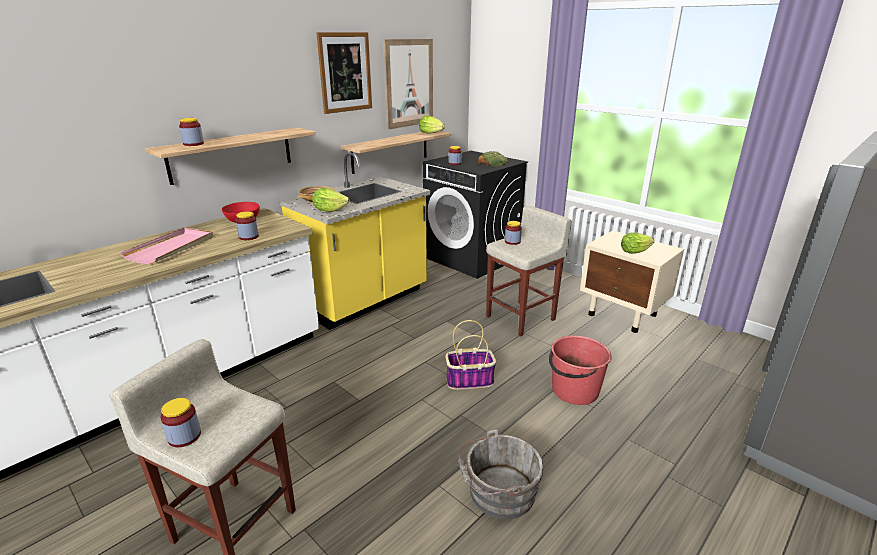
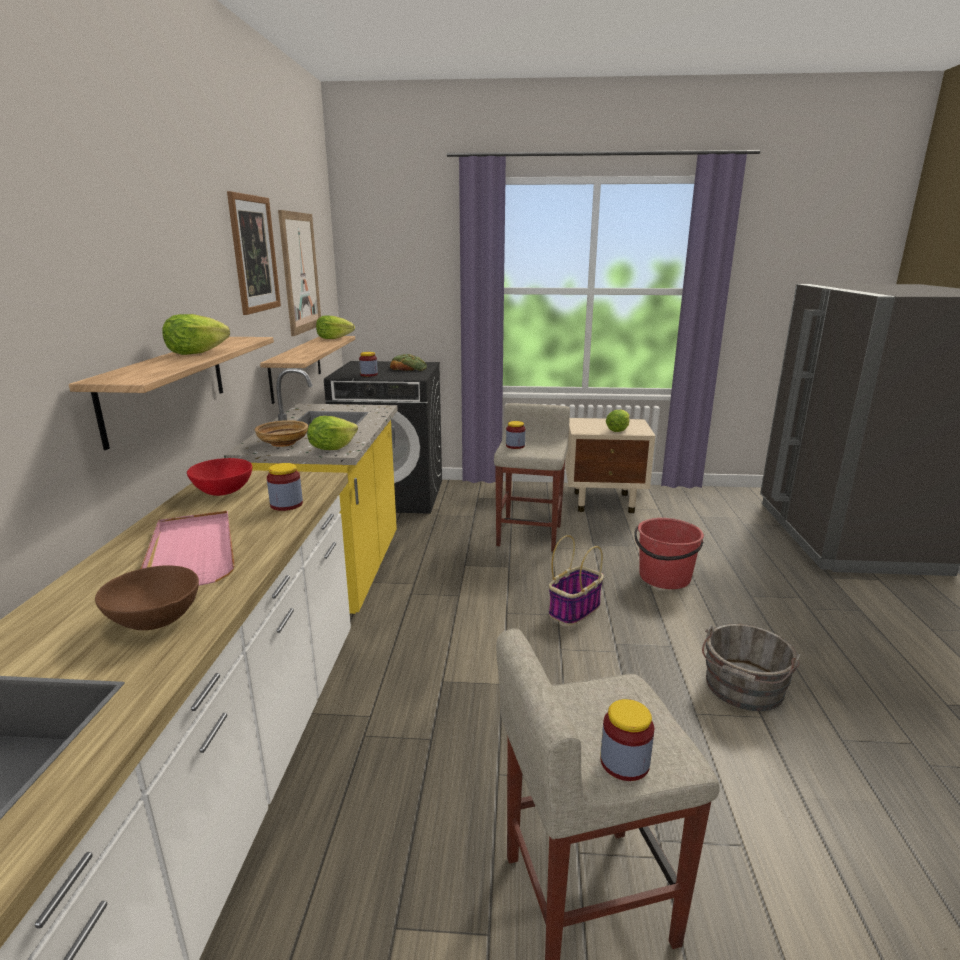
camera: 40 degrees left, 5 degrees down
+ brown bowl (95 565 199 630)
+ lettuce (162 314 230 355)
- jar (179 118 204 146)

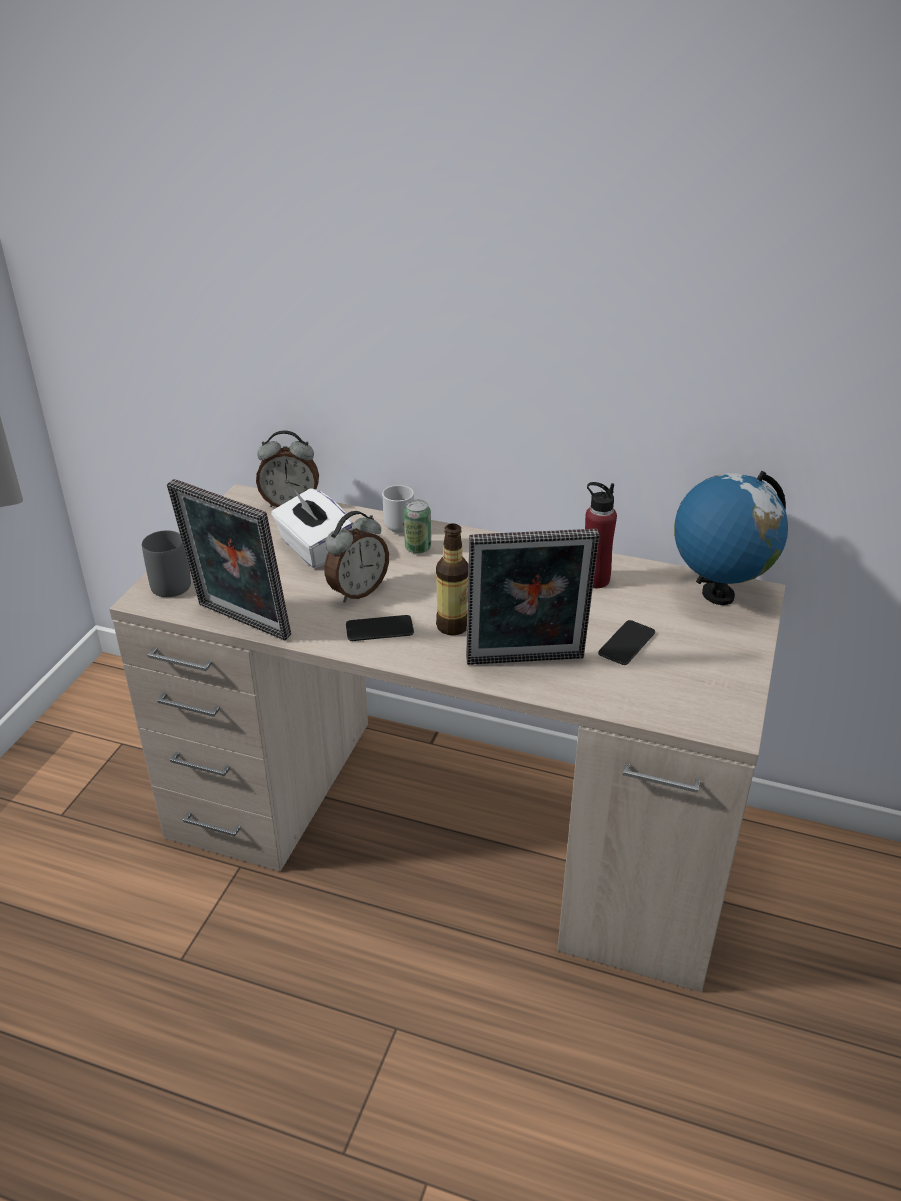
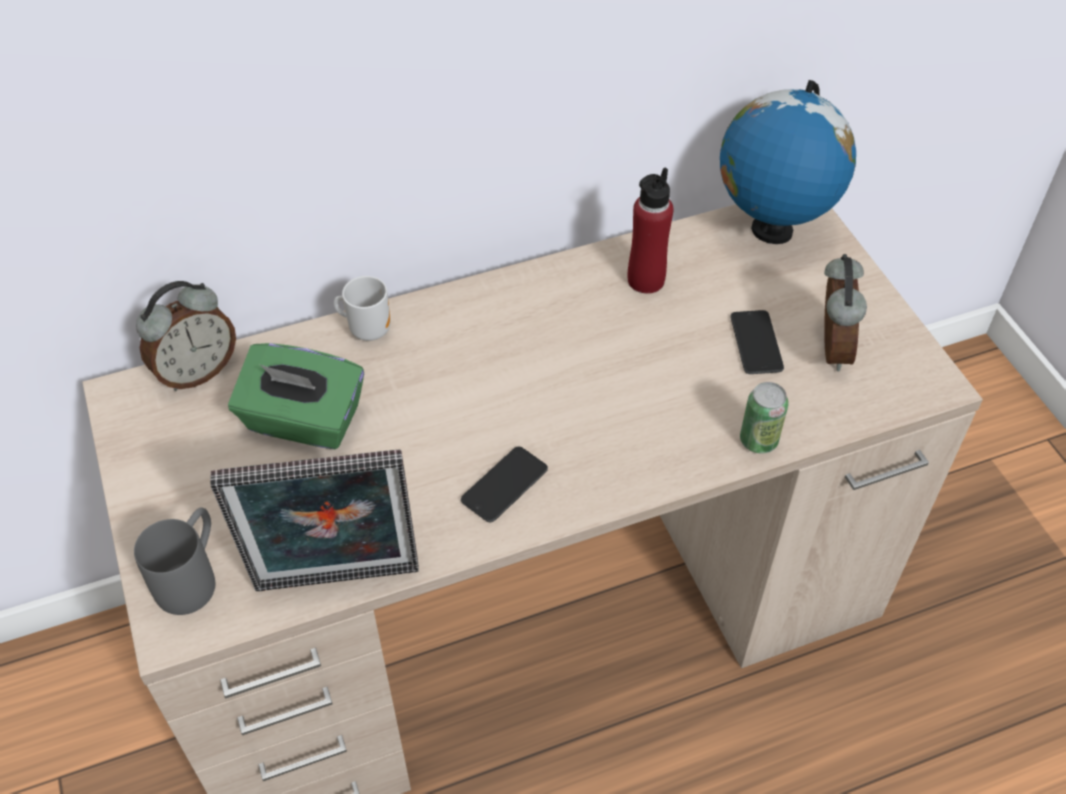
camera: 40 degrees left, 15 degrees up
~ white tissue box (271 488 353 568) to green tissue box (228 343 364 449)
~ can (404 500 431 554) to (740 382 789 454)
~ alarm clock (324 511 389 603) to (824 254 867 371)
- bottle (436 523 468 635)
- picture frame (466 529 599 665)

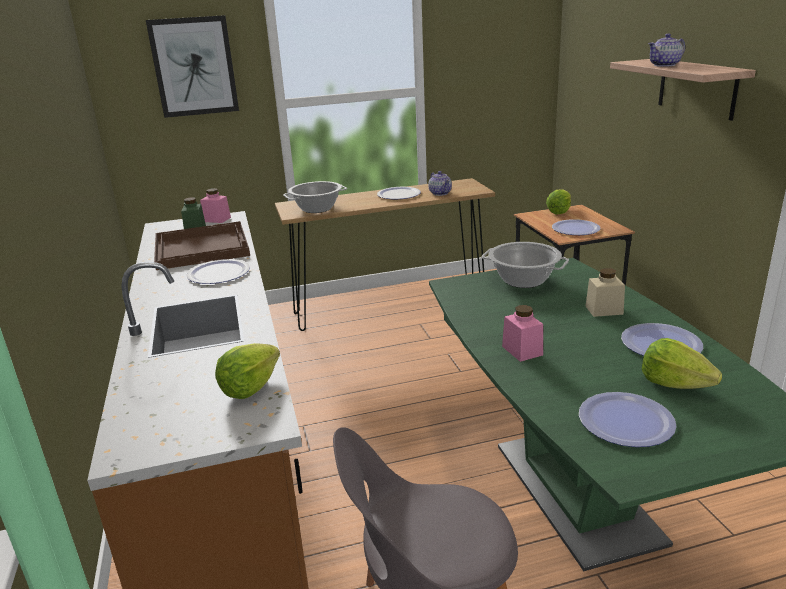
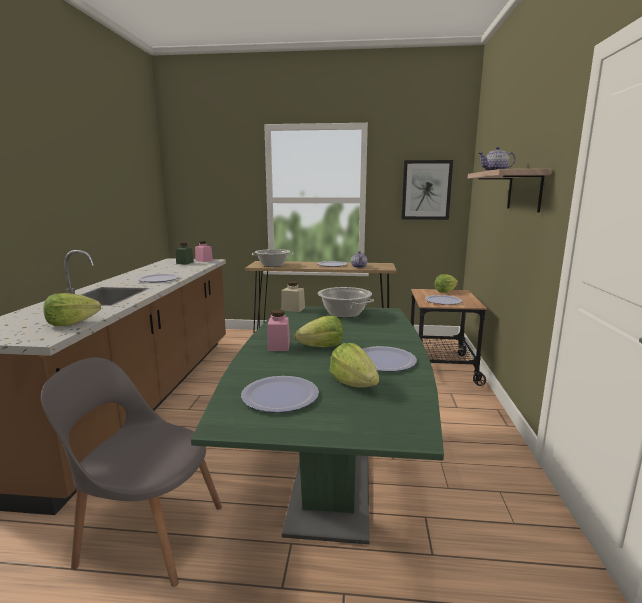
camera: 20 degrees right, 10 degrees down
~ beige jar (586 268 625 317) to (281 281 305 312)
+ lettuce (294 316 343 347)
~ picture (146 15 239 118) to (401 160 453 220)
- brown tray (154 221 250 270)

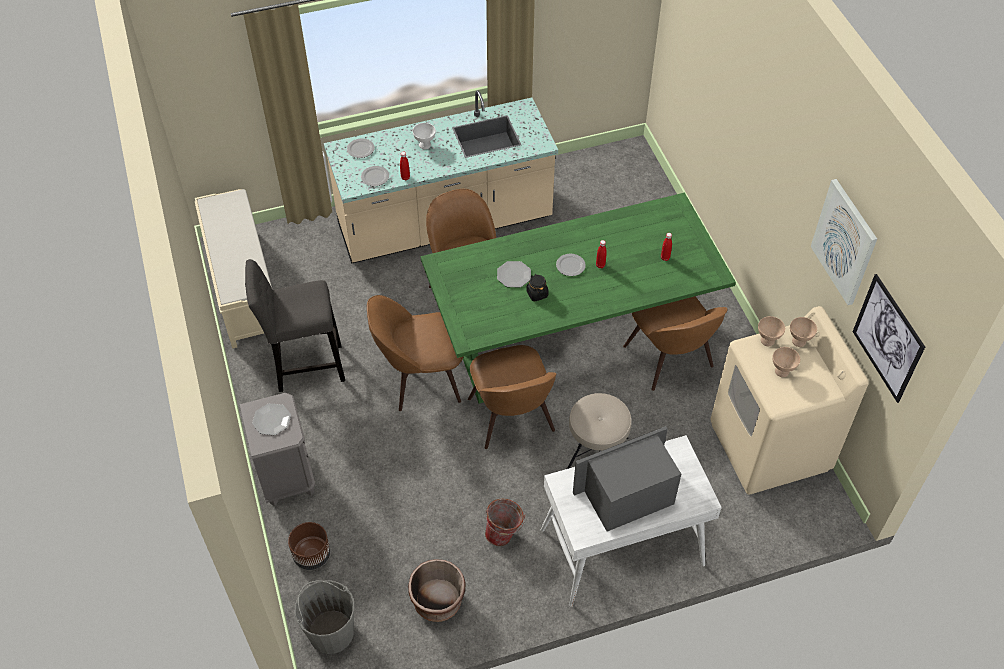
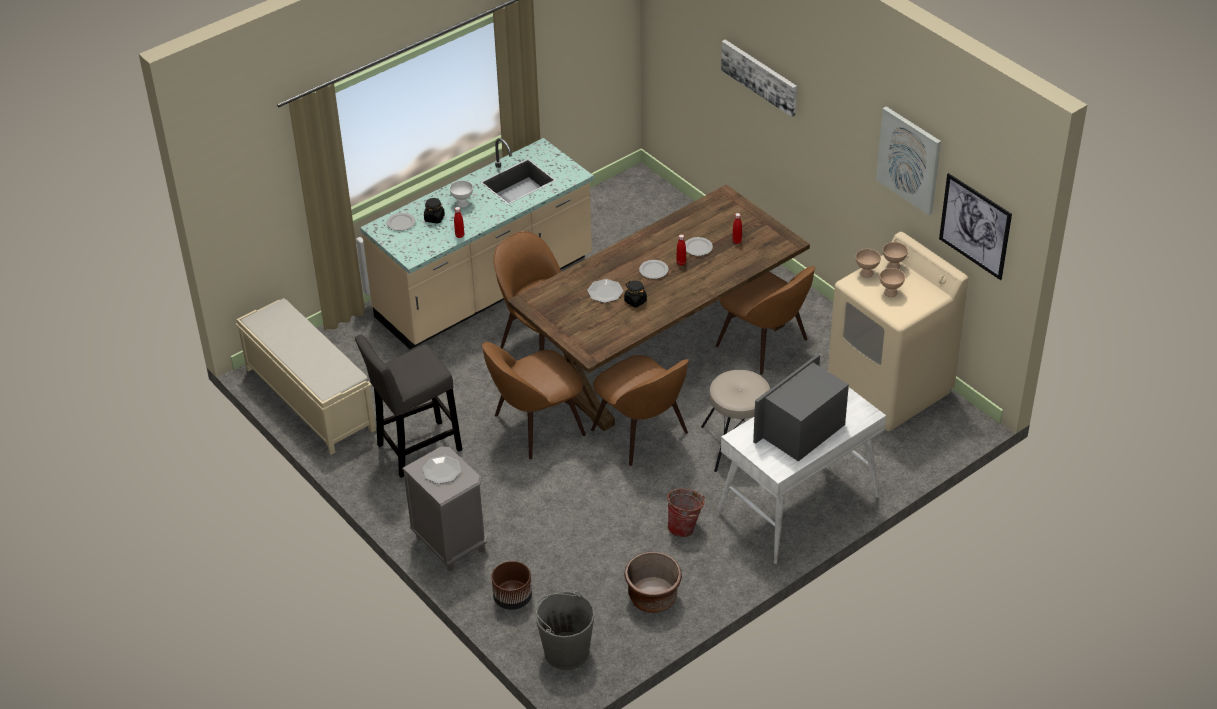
camera: 20 degrees left, 10 degrees down
+ black jar (424 198 445 223)
~ green dining table (421 193 736 404) to brown dining table (508 184 810 431)
~ plate (361 166 389 186) to (685 237 713 256)
+ picture (721 40 797 117)

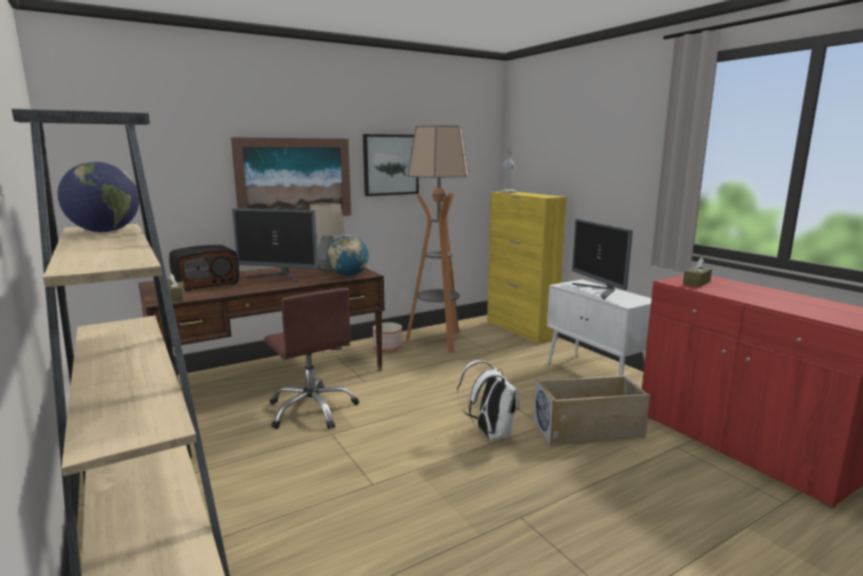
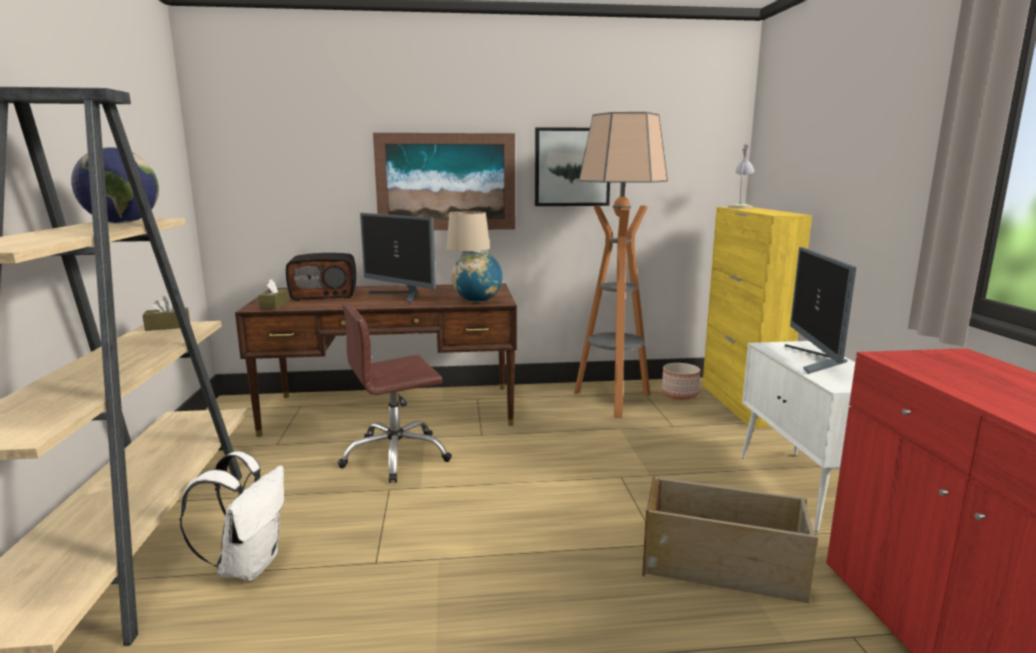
camera: 25 degrees right, 0 degrees up
~ brown tissue box (683 257 712 287) to (143 296 190 331)
~ white backpack (457 360 519 440) to (179 451 284 581)
~ brown office chair (264 288 359 429) = (338 302 452 483) 75 degrees clockwise
~ planter (373 322 402 352) to (662 363 700 399)

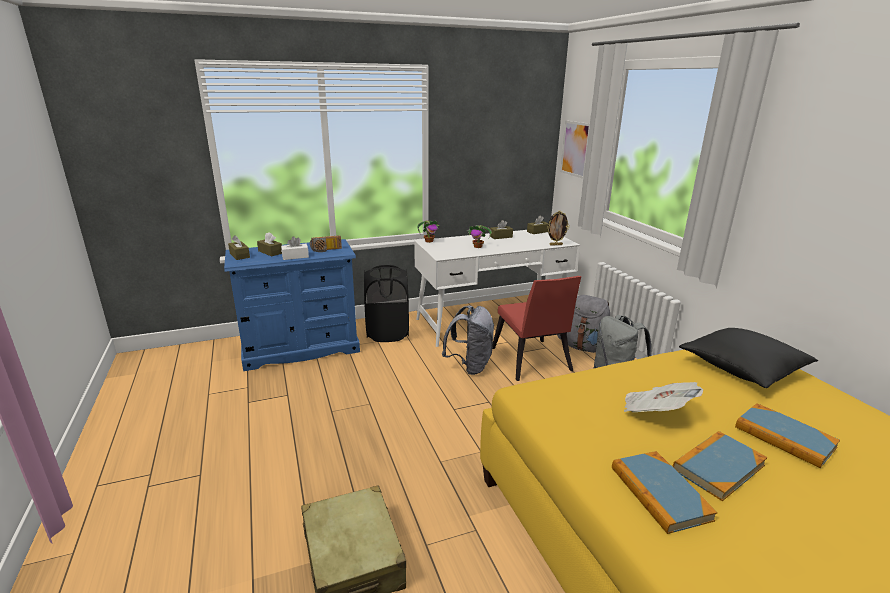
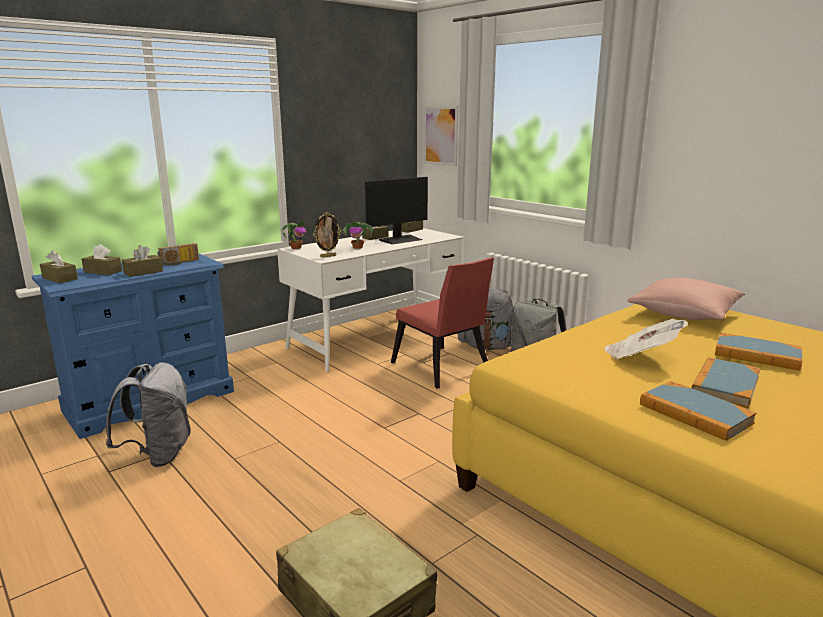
camera: 20 degrees left, 5 degrees down
~ grey backpack (442 305 495 375) to (106 362 191 467)
~ white tissue box (281 236 309 260) to brown tissue box (122 245 163 277)
~ picture frame (547 211 570 245) to (313 212 342 258)
+ monitor (365 177 428 244)
~ black pillow (679 328 818 388) to pink pillow (627 278 745 320)
- black laundry basket (364 265 409 342)

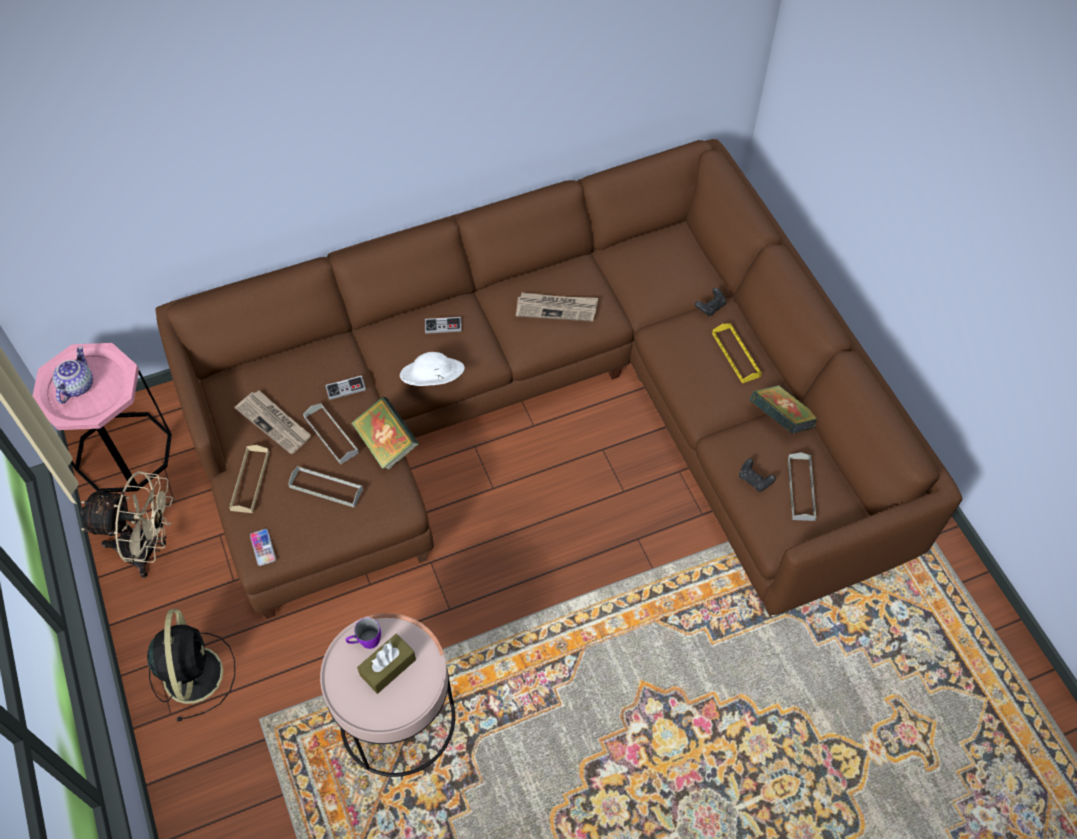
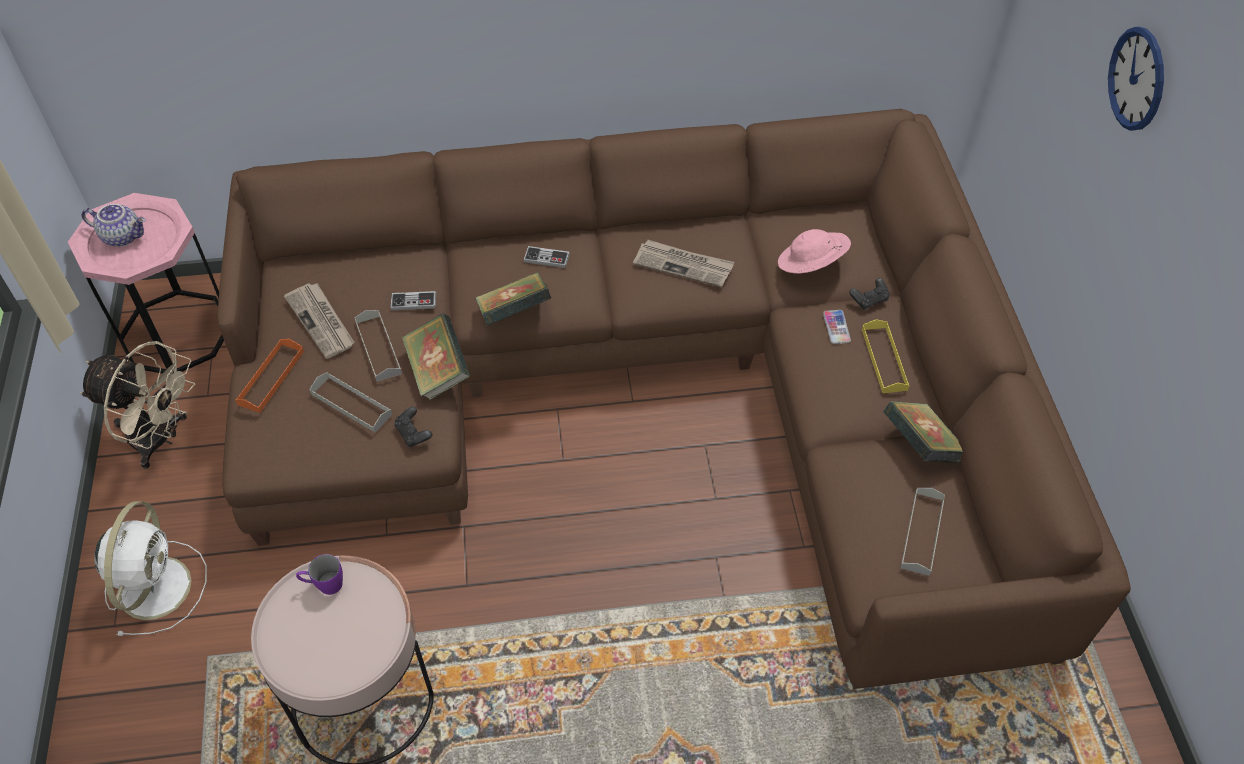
camera: 15 degrees right, 5 degrees down
~ teapot (53 346 93 403) = (82 204 146 247) 75 degrees clockwise
~ black fan (147 609 235 721) to white fan (95 501 207 636)
~ beige tray (229 445 269 513) to orange tray (235 339 304 413)
~ black game controller (739 459 776 492) to (394 407 432 447)
~ white hat (400 352 465 386) to book (475 272 551 326)
+ pink hat (778 229 851 274)
~ phone (250 529 276 566) to (823 310 851 344)
+ wall clock (1108 27 1164 131)
- brown tissue box (357 634 416 694)

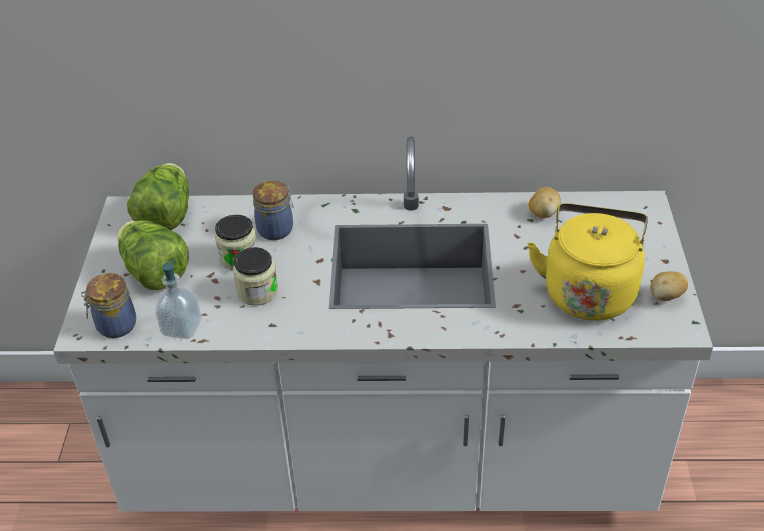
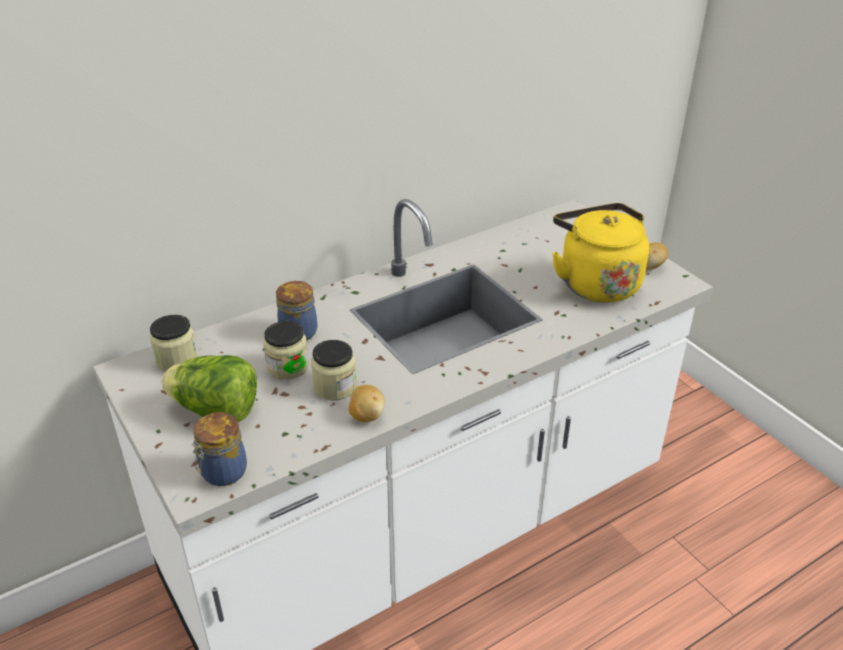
camera: 35 degrees left, 5 degrees down
~ lettuce (127 163 189 230) to jar (150 315 198 372)
~ potato (529 187 561 218) to (349 385 385 422)
- soap dispenser (156 260 201 339)

